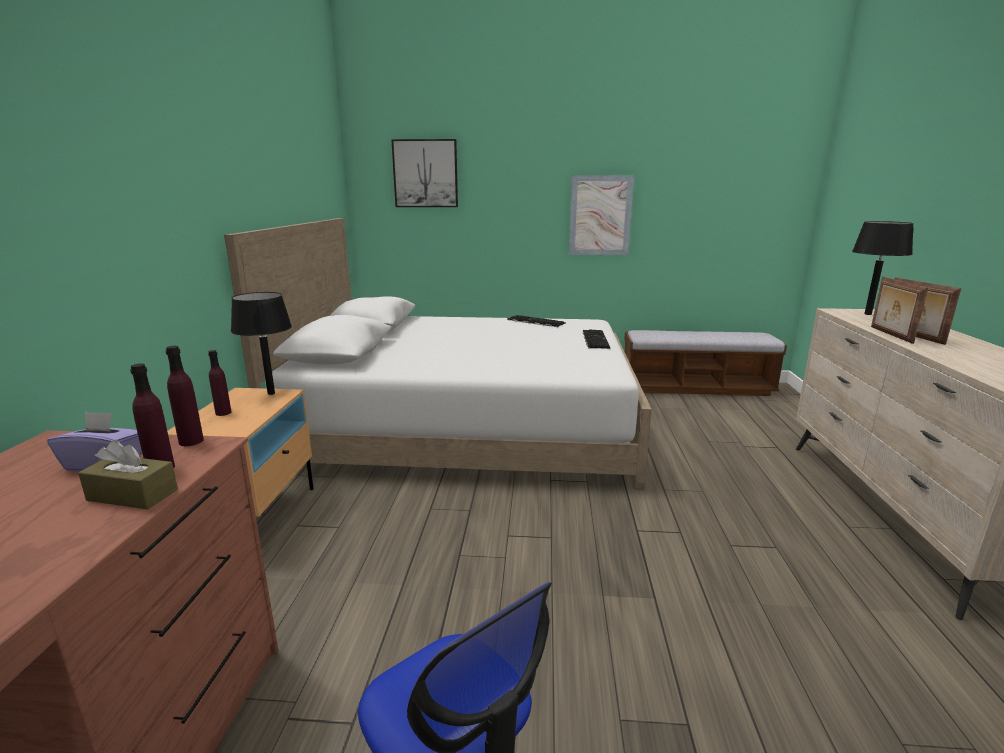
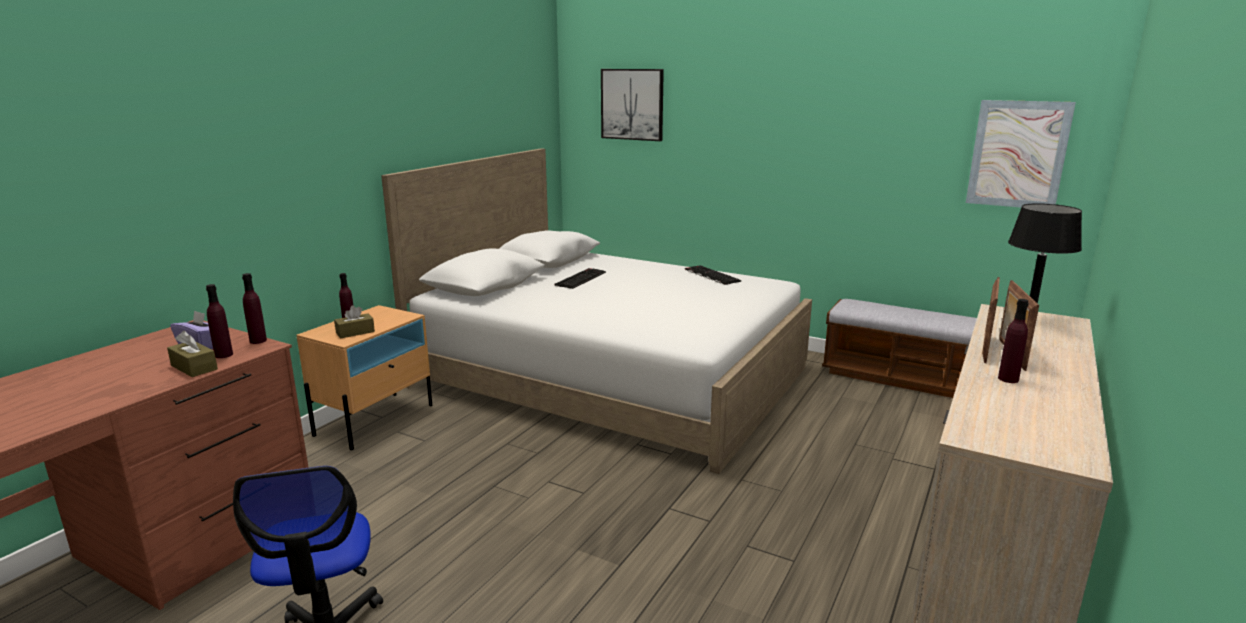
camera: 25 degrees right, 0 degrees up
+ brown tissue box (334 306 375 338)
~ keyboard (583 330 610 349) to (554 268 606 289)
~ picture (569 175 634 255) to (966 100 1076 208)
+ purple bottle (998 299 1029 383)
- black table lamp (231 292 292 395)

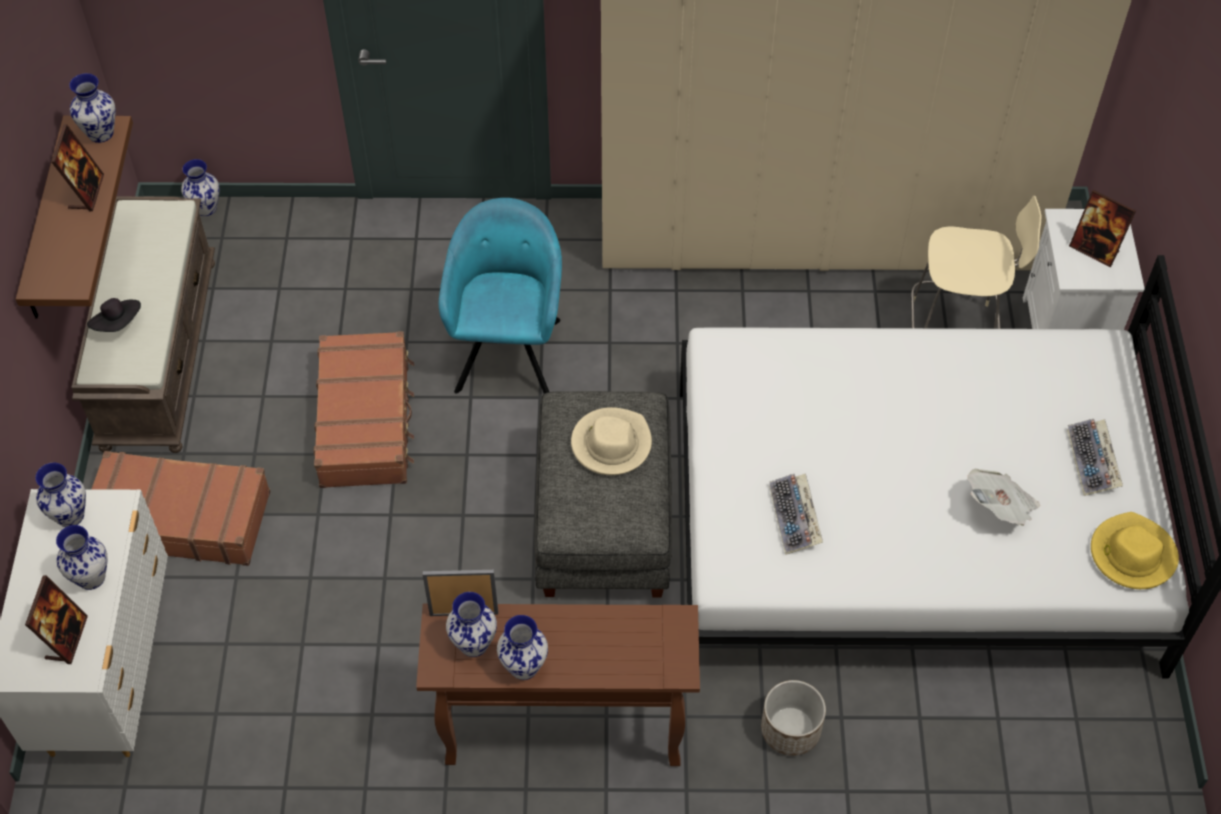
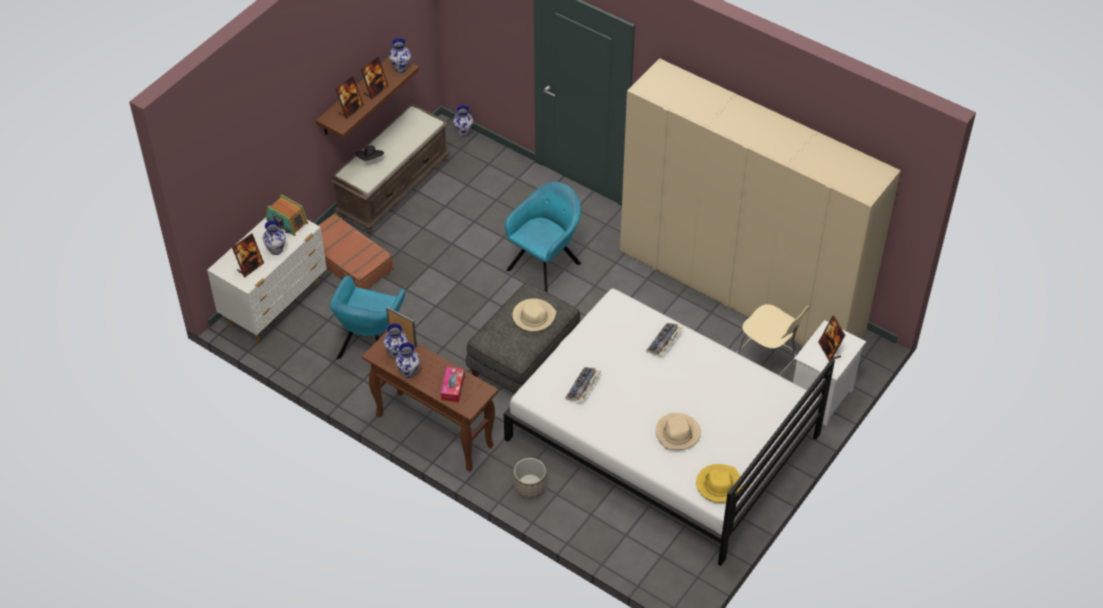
camera: 35 degrees right, 5 degrees down
~ vase (35 463 86 527) to radio (266 194 308 236)
+ turquoise armchair (330 276 406 359)
+ picture frame (335 75 364 119)
+ tissue box (441 367 465 402)
~ keyboard (1067 419 1123 496) to (646 323 683 355)
~ newspaper (967 469 1040 526) to beige hat (656 413 701 450)
- brown suitcase (313 331 414 488)

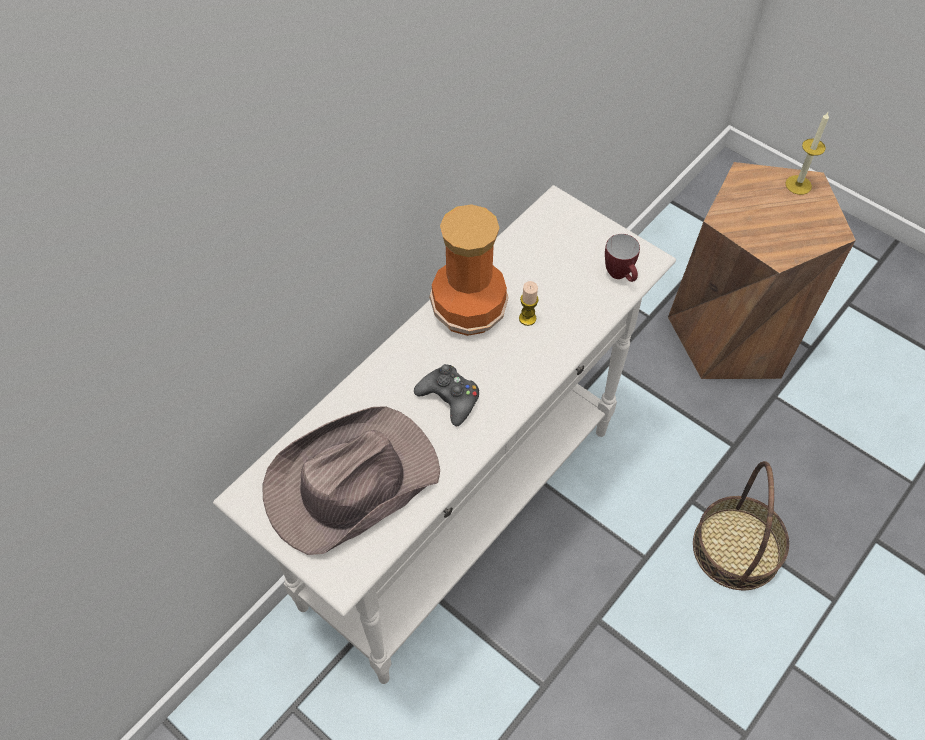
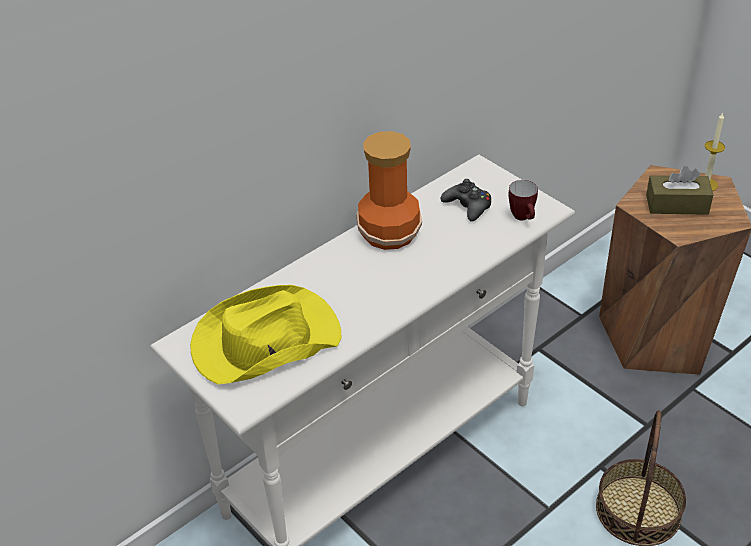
camera: 10 degrees right, 15 degrees down
~ brown hat (262 406 440 555) to yellow hat (190 285 341 384)
~ black game controller (414 364 479 426) to (441 179 491 221)
+ brown tissue box (646 166 713 215)
- candle (519 281 539 326)

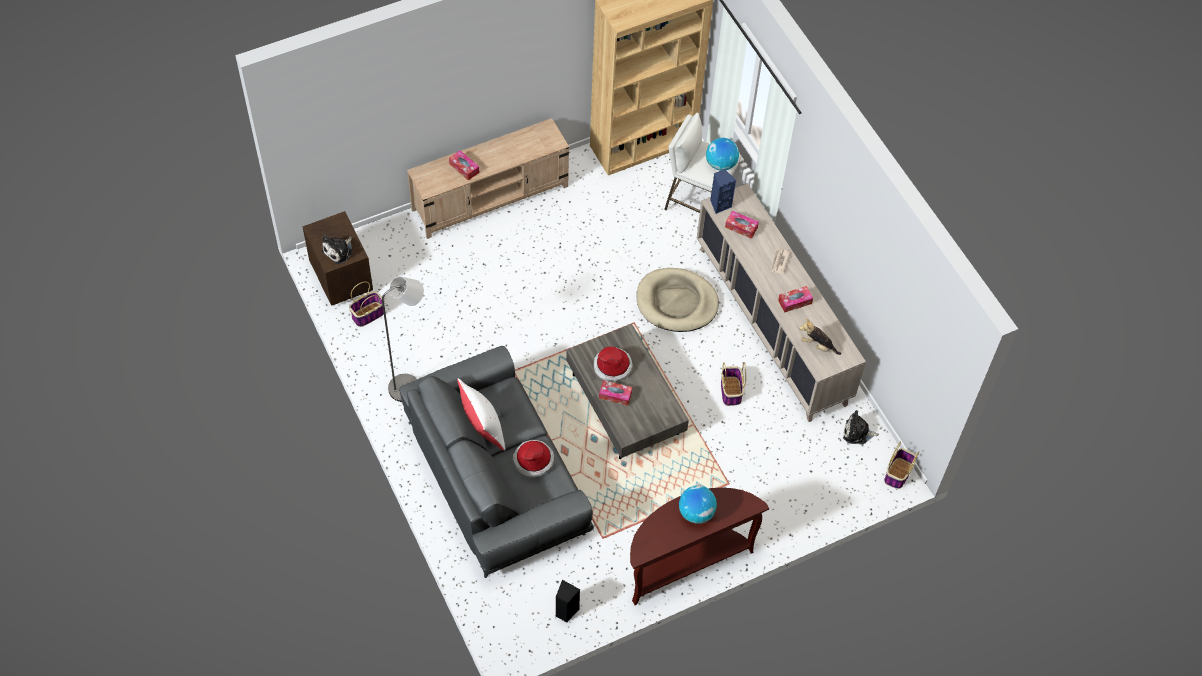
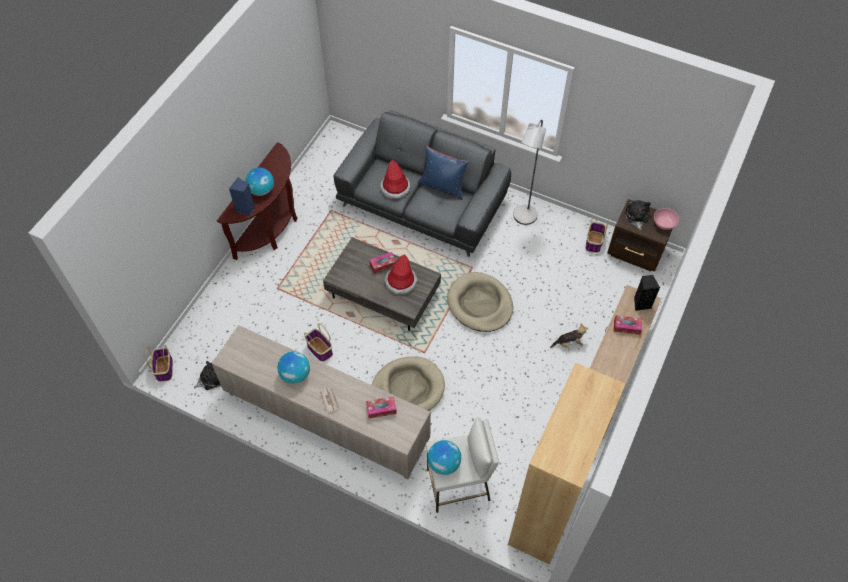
camera: 145 degrees right, 0 degrees up
~ blue speaker (710 169 736 214) to (229 178 255 215)
~ tissue box (778 286 813 312) to globe (277 351 310 384)
~ white pillow (457 378 505 451) to blue pillow (418 146 470 200)
+ beige dog bed (447 272 513 332)
~ plush toy (799 319 841 355) to (550 323 588 349)
~ black speaker (556 580 580 622) to (634 275 660 311)
+ pink bowl (654 208 679 230)

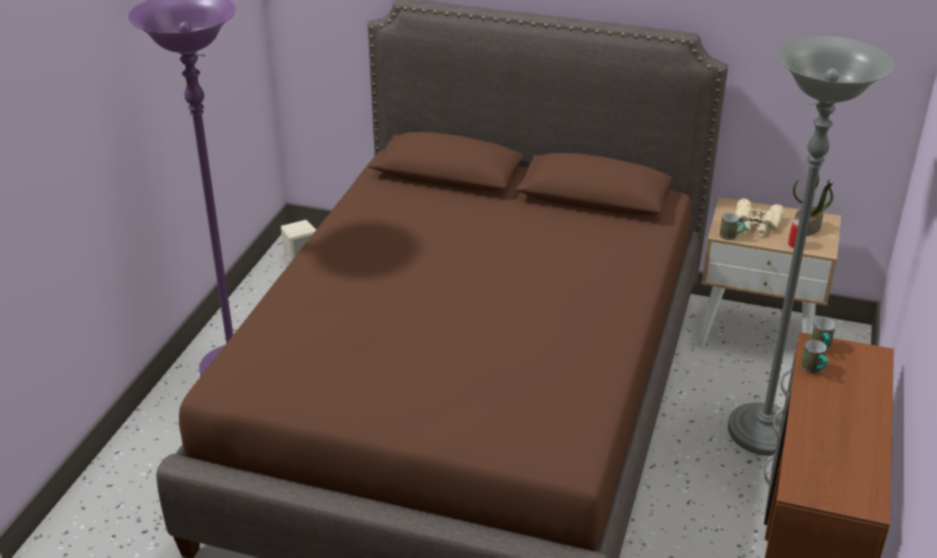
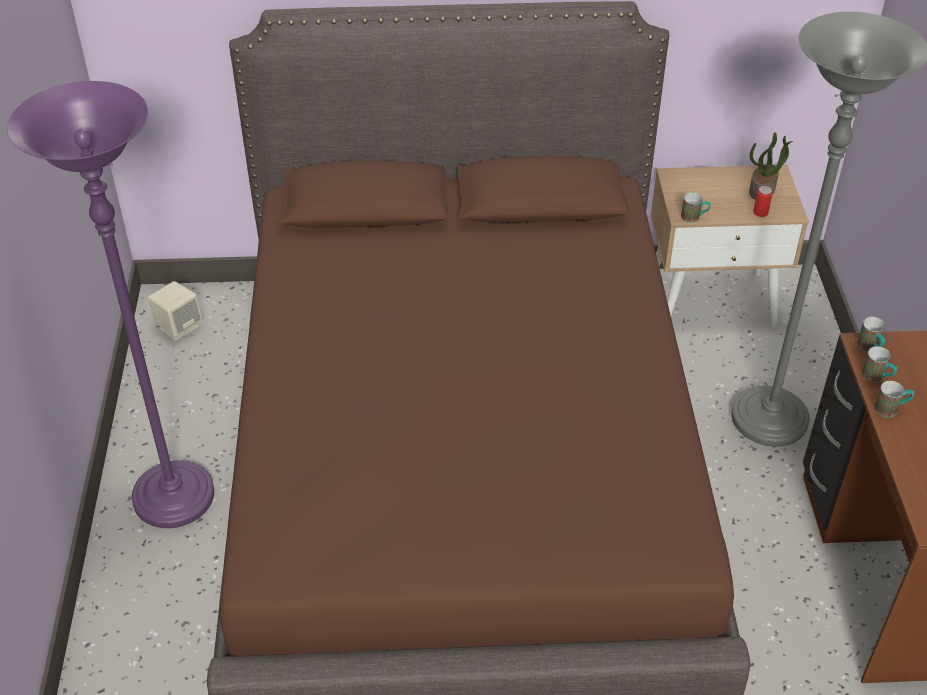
camera: 20 degrees left, 10 degrees up
+ mug (874 381 914 418)
- beige binoculars (735 199 785 236)

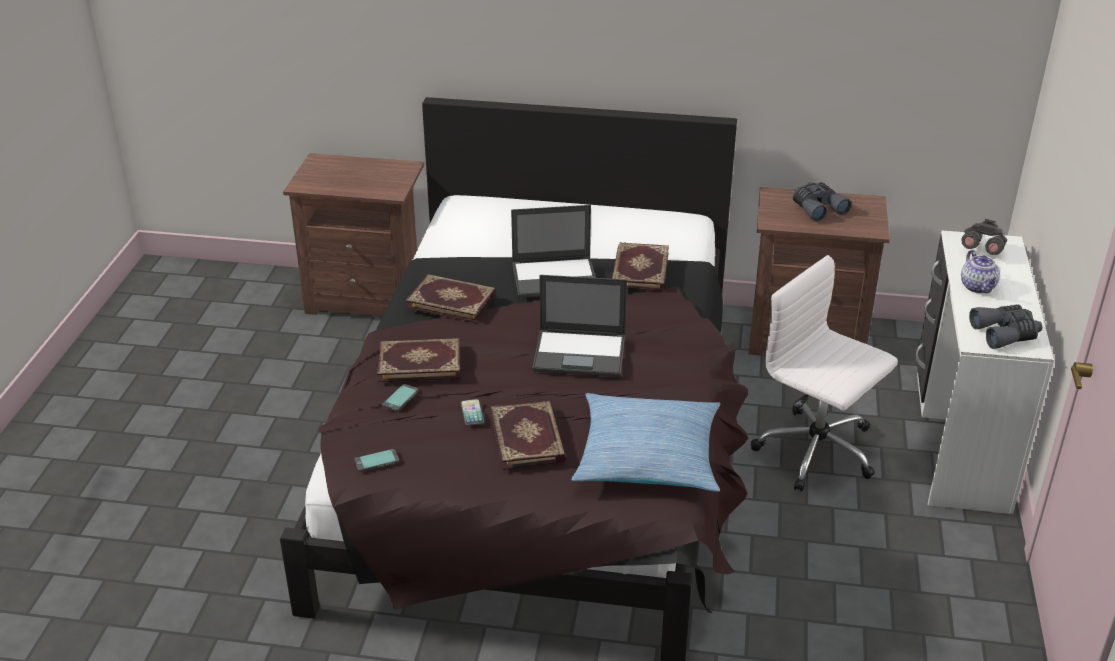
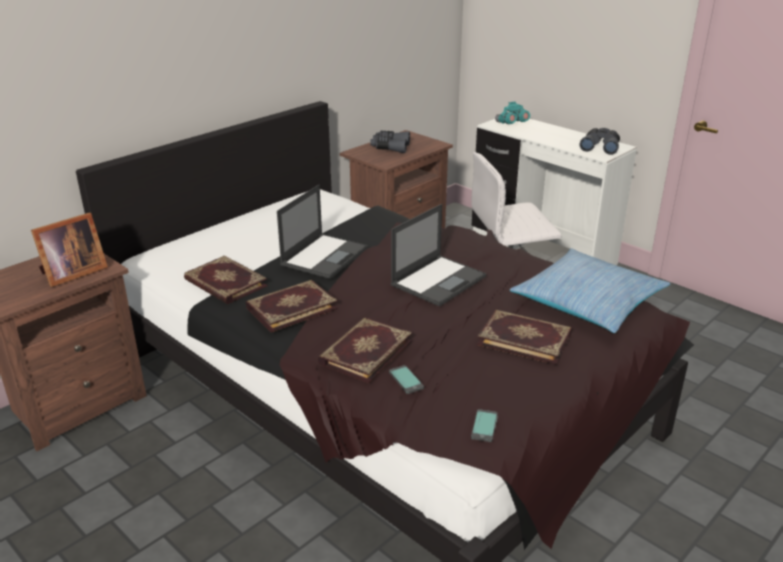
camera: 55 degrees left, 5 degrees down
+ picture frame (31 213 108 287)
~ book (612 242 669 292) to (184 256 268 304)
~ grey binoculars (962 219 1007 255) to turquoise binoculars (495 102 530 124)
- phone (461 399 484 426)
- teapot (961 250 1000 293)

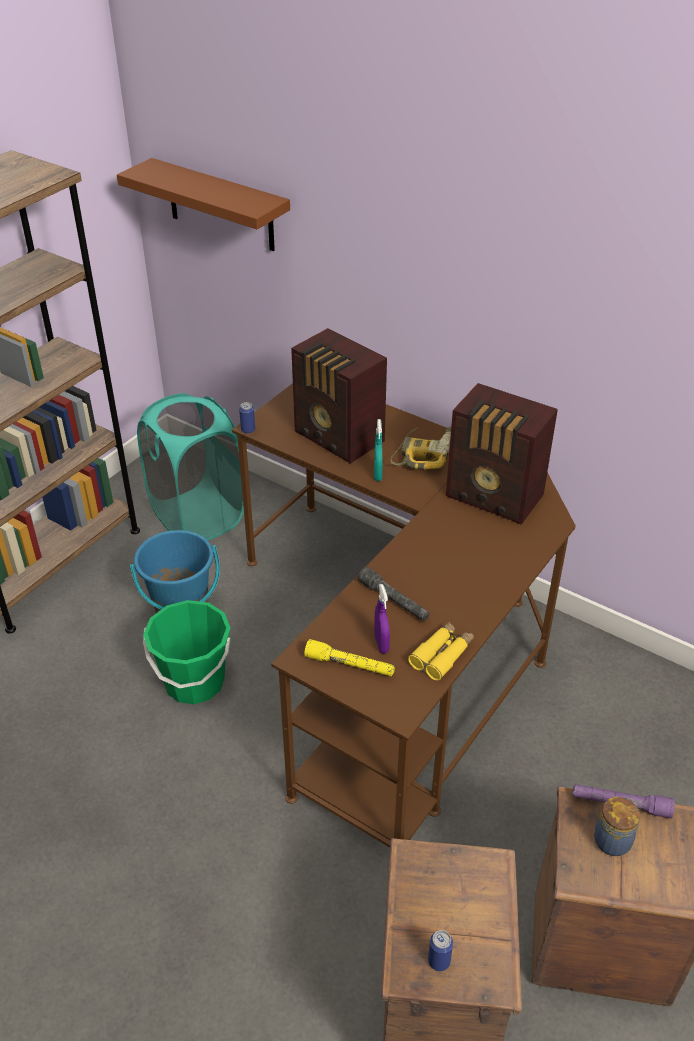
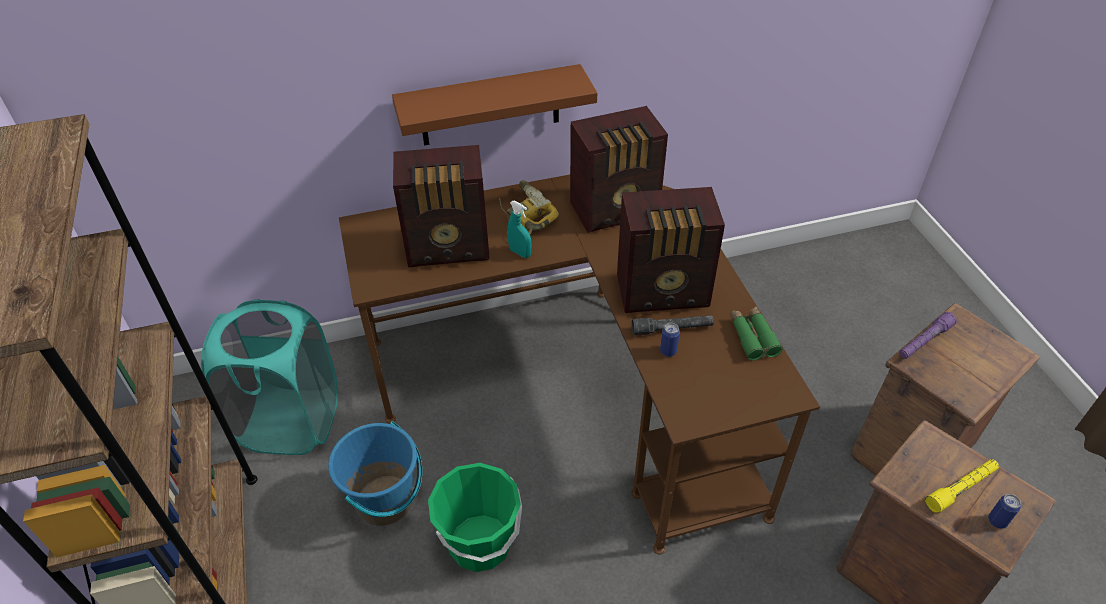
camera: 50 degrees left, 5 degrees up
~ brown shelf (117 158 290 251) to (392 64 597 145)
+ radio (617 187 725 313)
~ can (239 402 255 434) to (660 323 680 357)
~ yellow binoculars (408 621 474 681) to green binoculars (730 307 783 361)
~ yellow flashlight (304 639 395 676) to (925 459 999 513)
- purple spray bottle (374 584 390 653)
- jar (594 797 640 856)

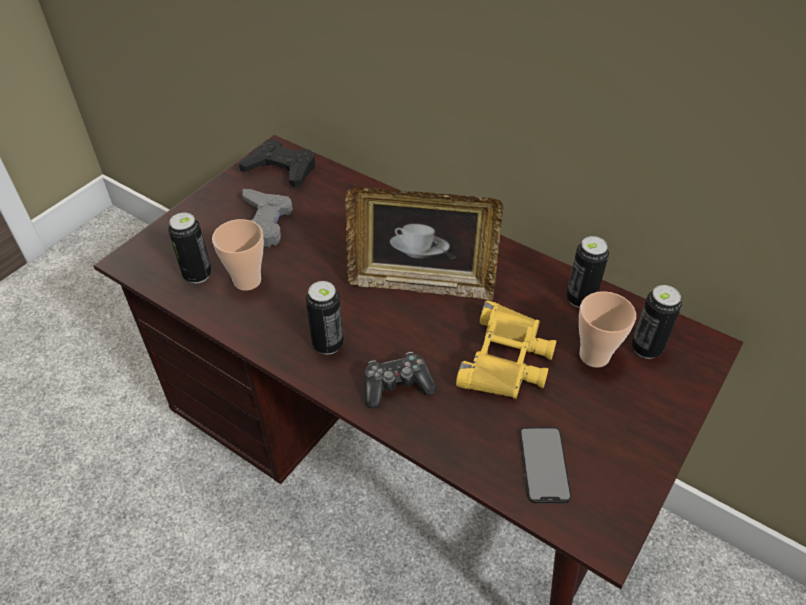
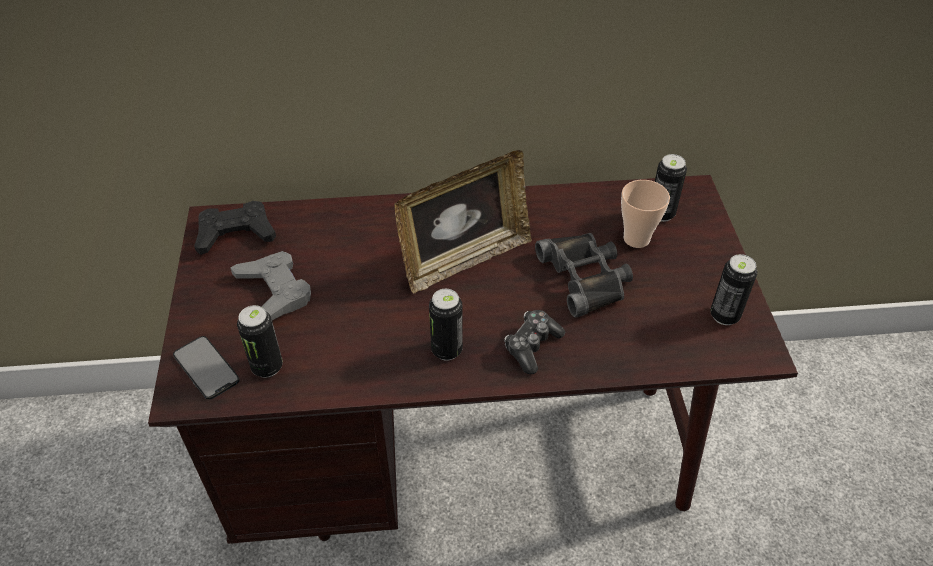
camera: 40 degrees left, 0 degrees up
~ phone (520 427 571 503) to (173 336 239 400)
~ yellow binoculars (456 300 556 399) to black binoculars (535 233 633 317)
~ can (566 236 609 308) to (710 254 757 325)
- cup (212 219 264 291)

